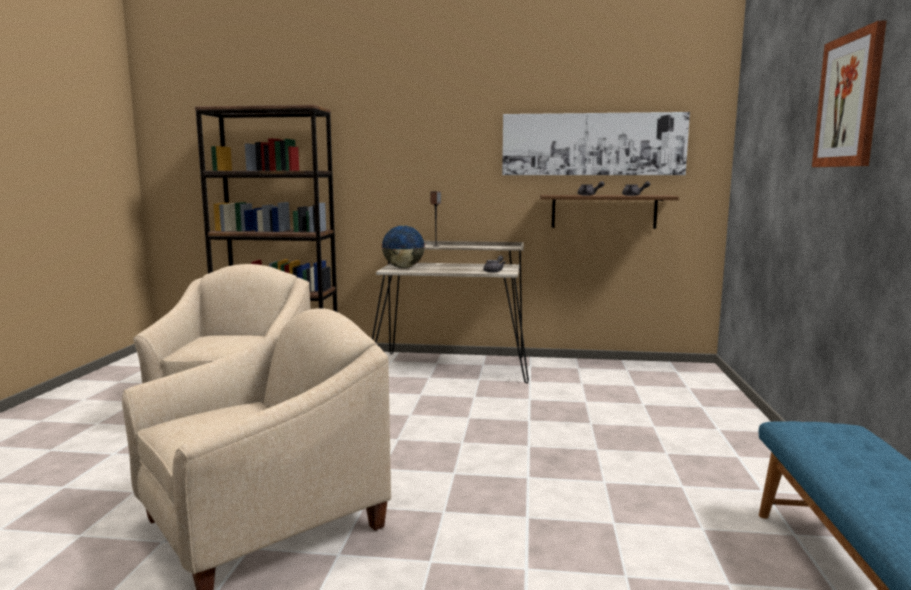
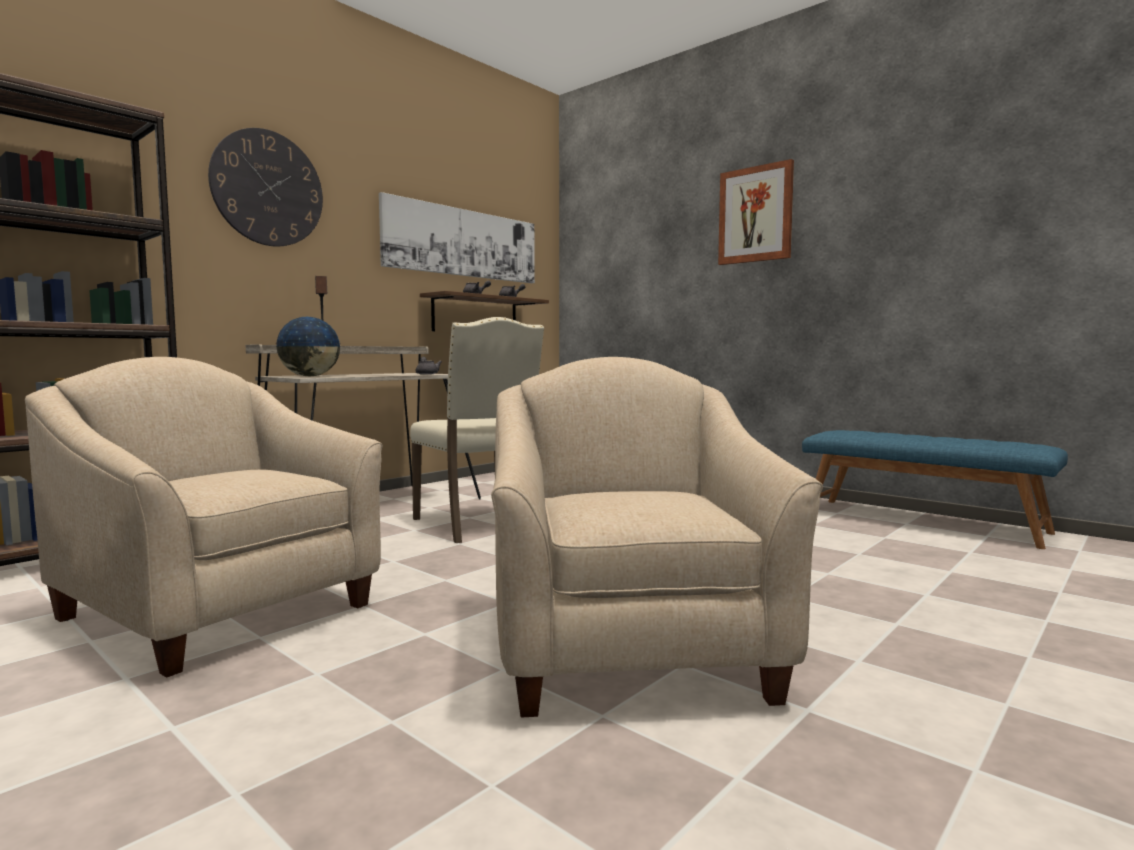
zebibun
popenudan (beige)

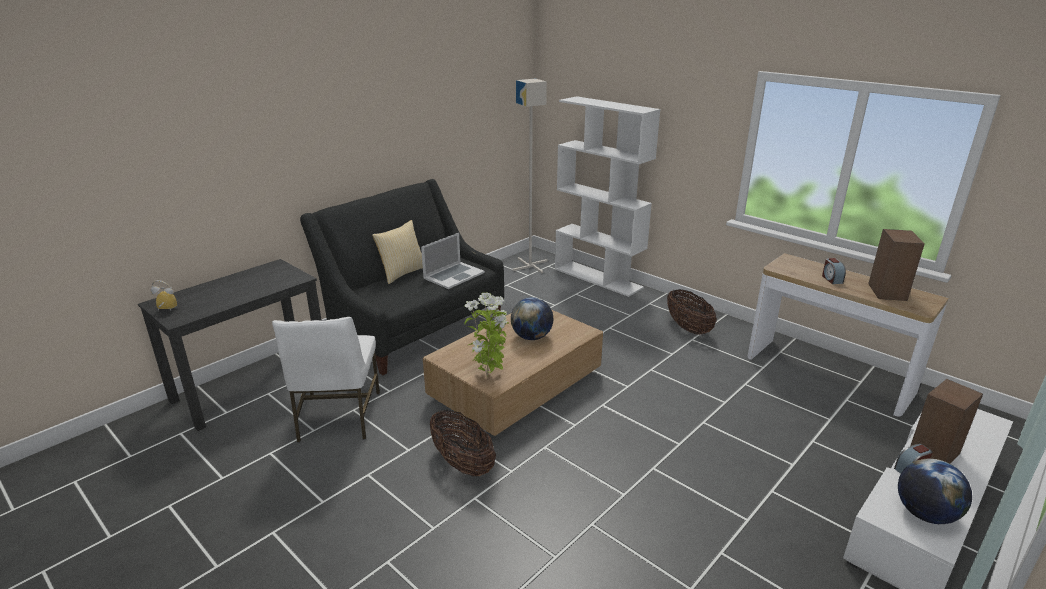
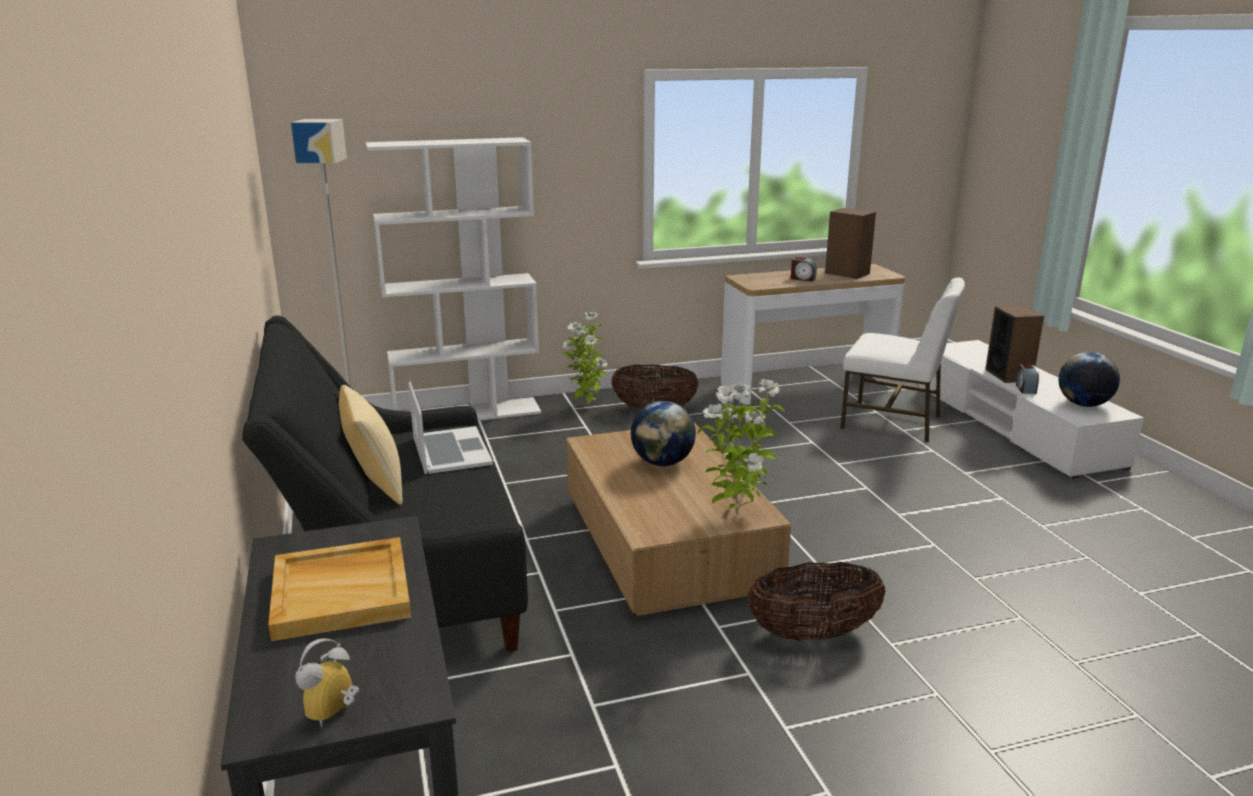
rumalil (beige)
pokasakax (1st from left)
popenudan (white)

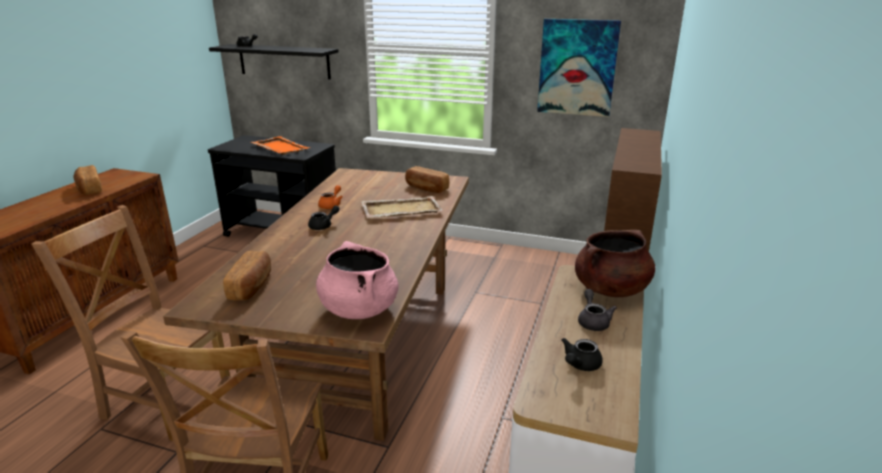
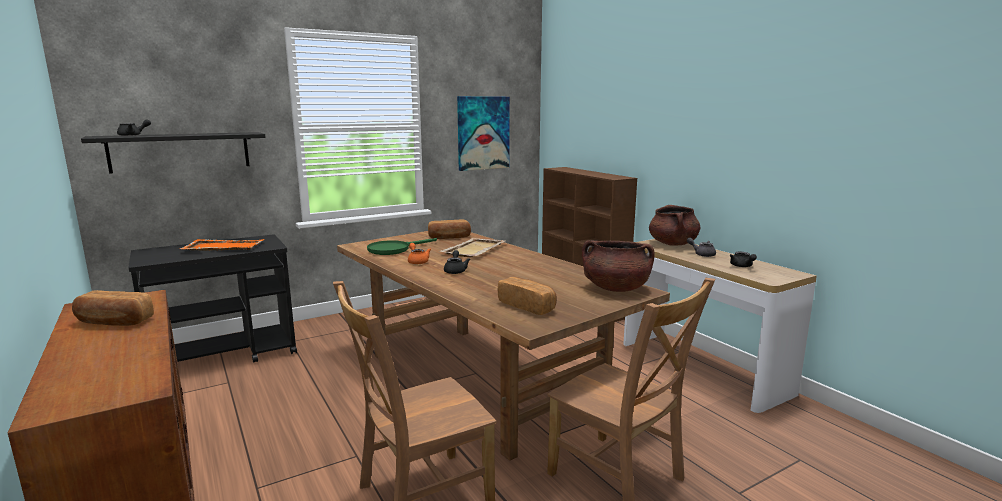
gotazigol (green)
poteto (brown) (1st from left)

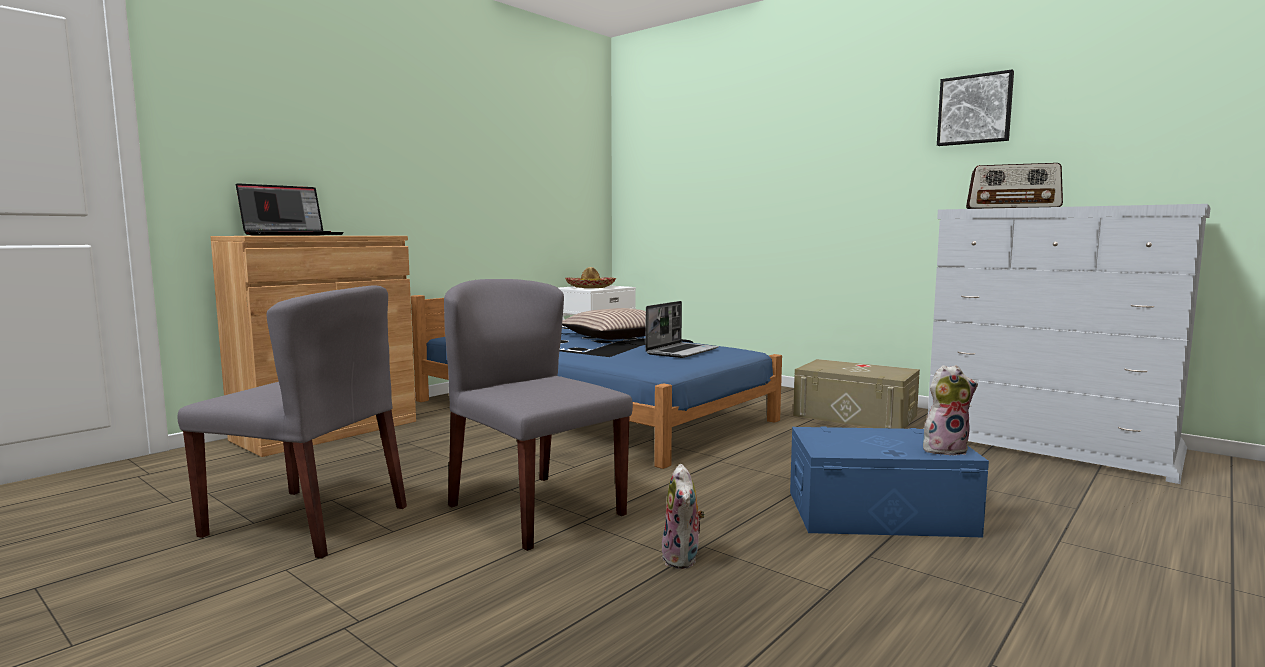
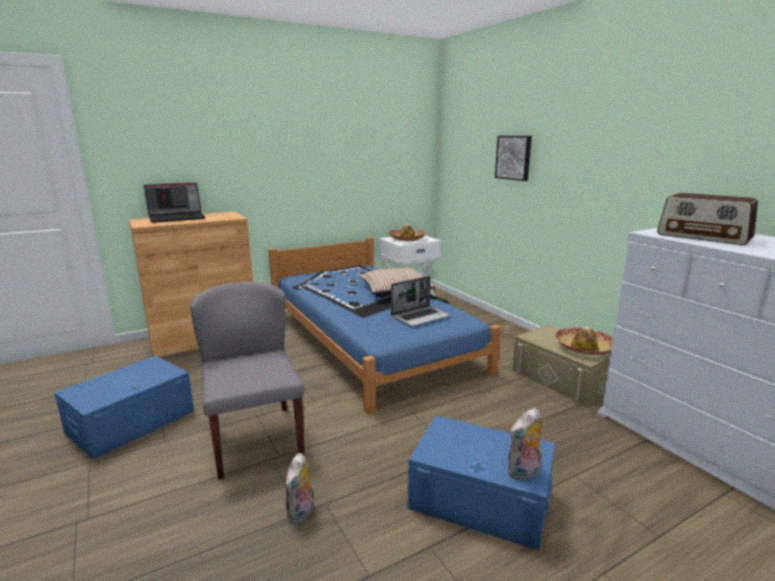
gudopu (2nd from left)
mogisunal
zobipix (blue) (1st from left)
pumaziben (2nd from left)

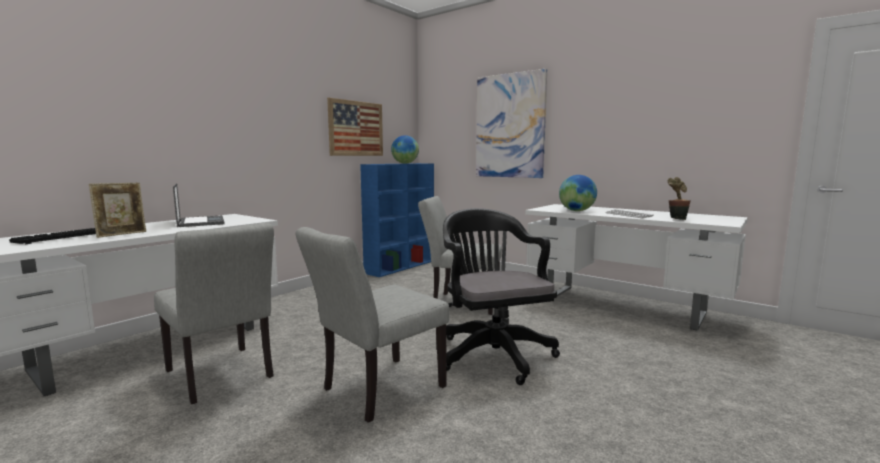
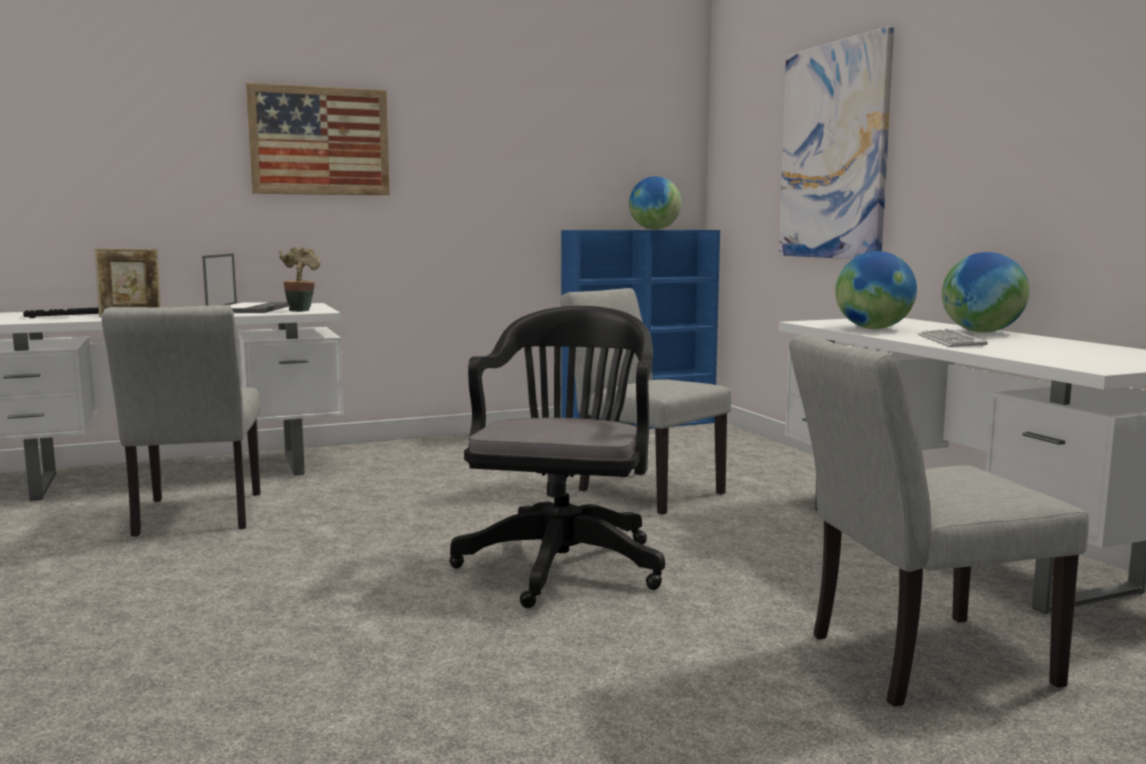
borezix (3rd from left)
popenudan (grey) (3rd from left)
mogisunal (1st from left)
pokasakax

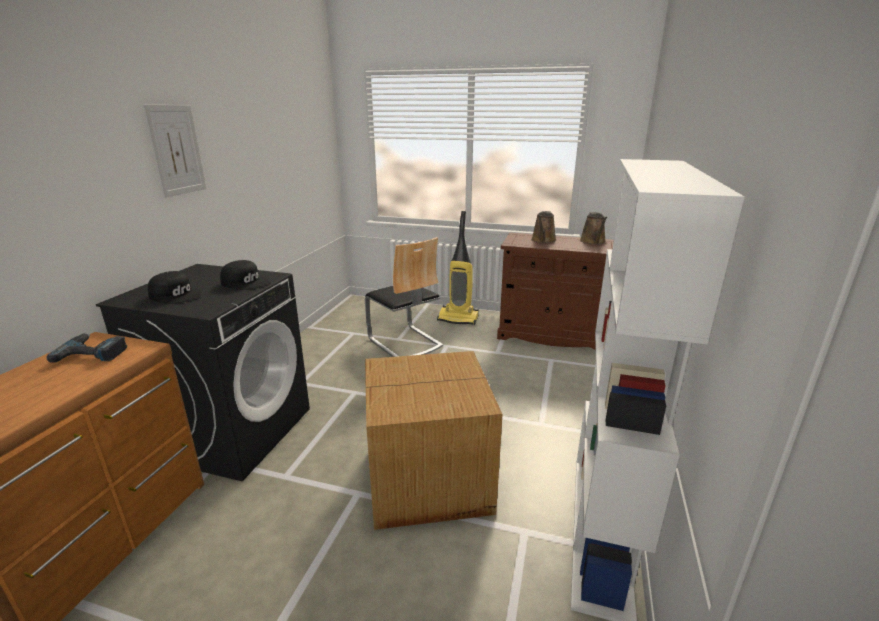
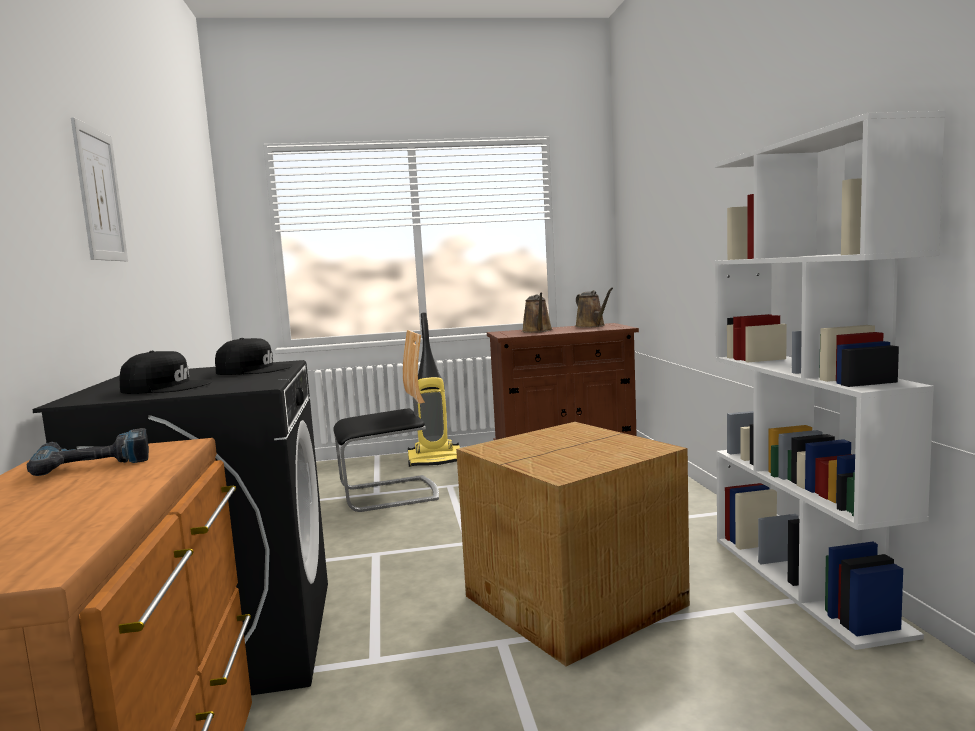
popenudan

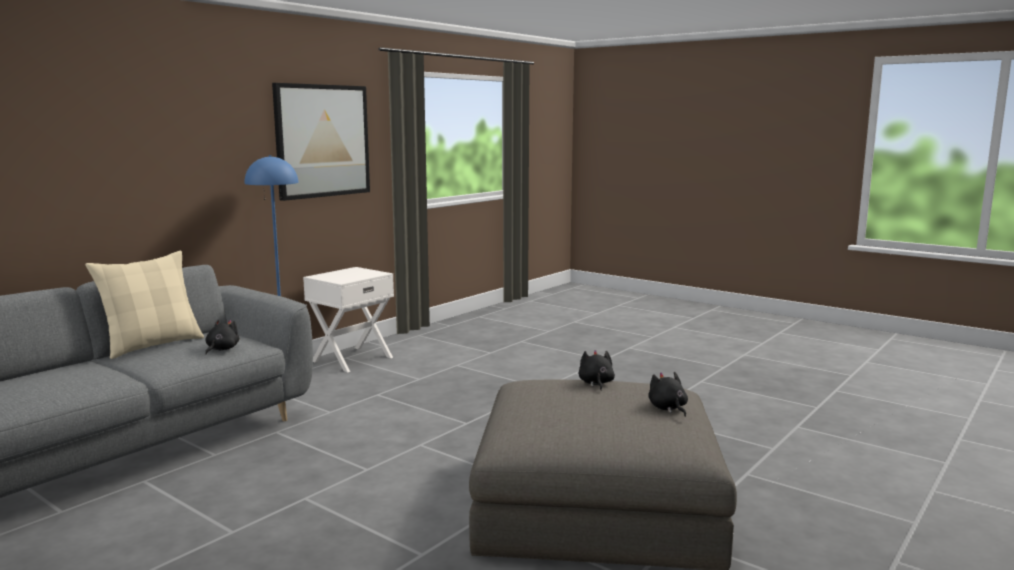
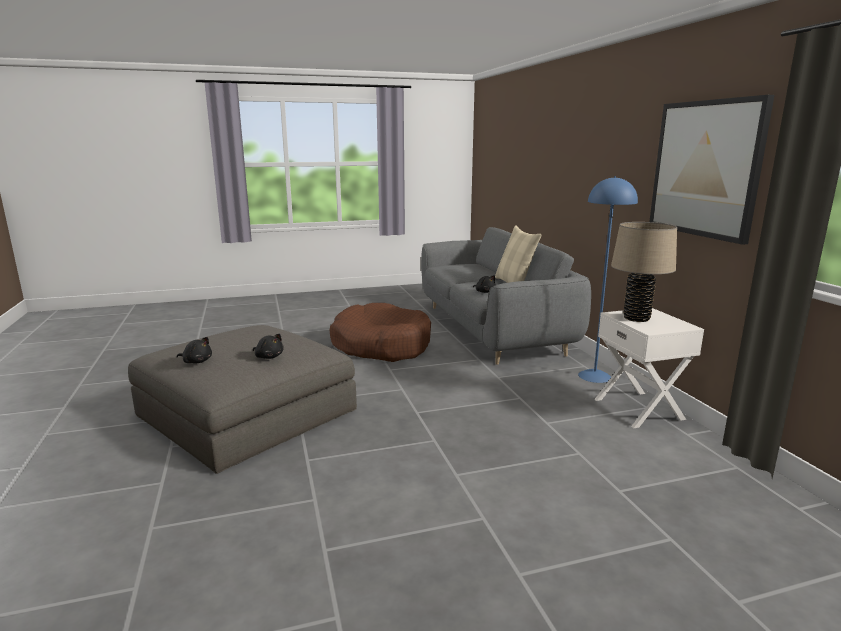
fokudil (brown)
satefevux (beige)

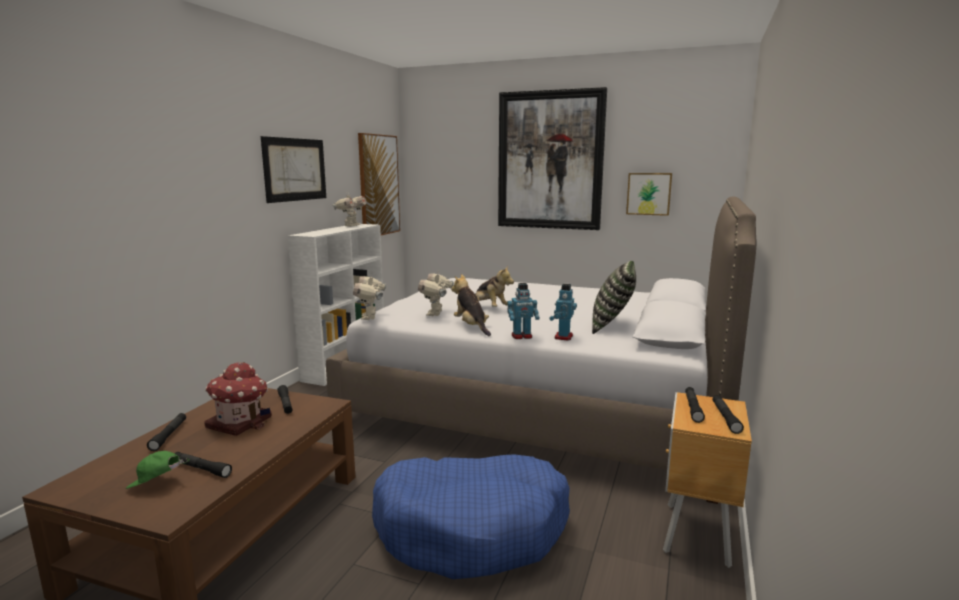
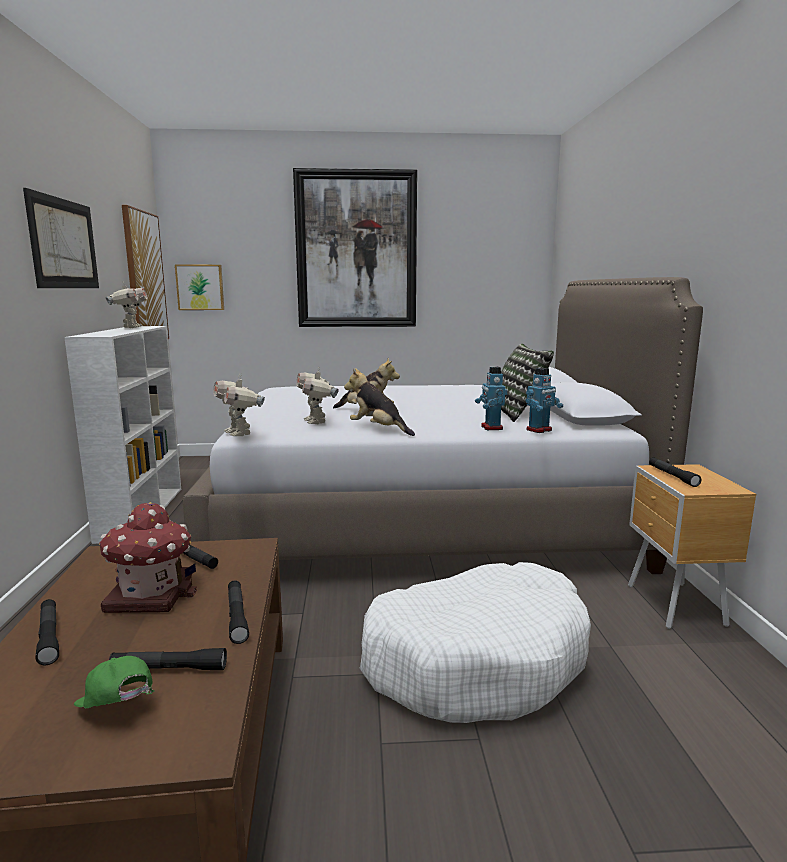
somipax (5th from left)
mogisunal (3rd from left)
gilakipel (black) (4th from left)
fokudil (white)
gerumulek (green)

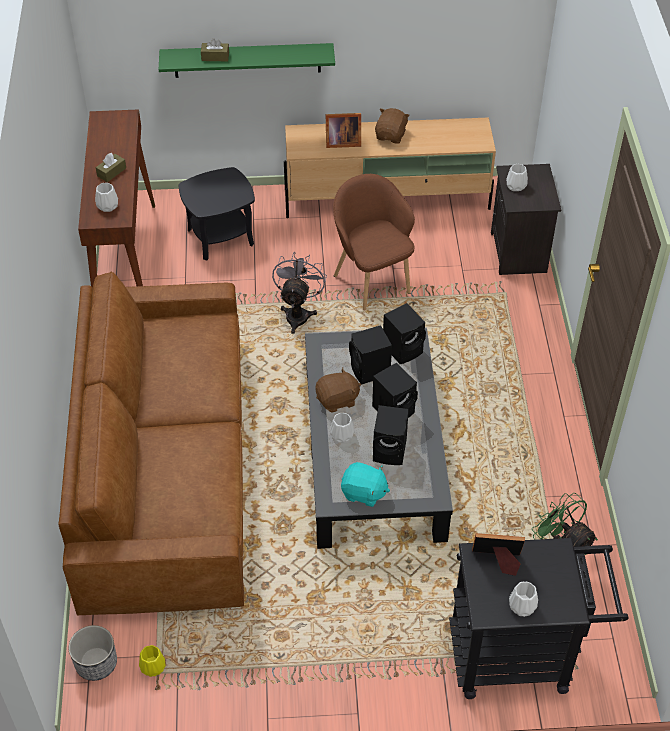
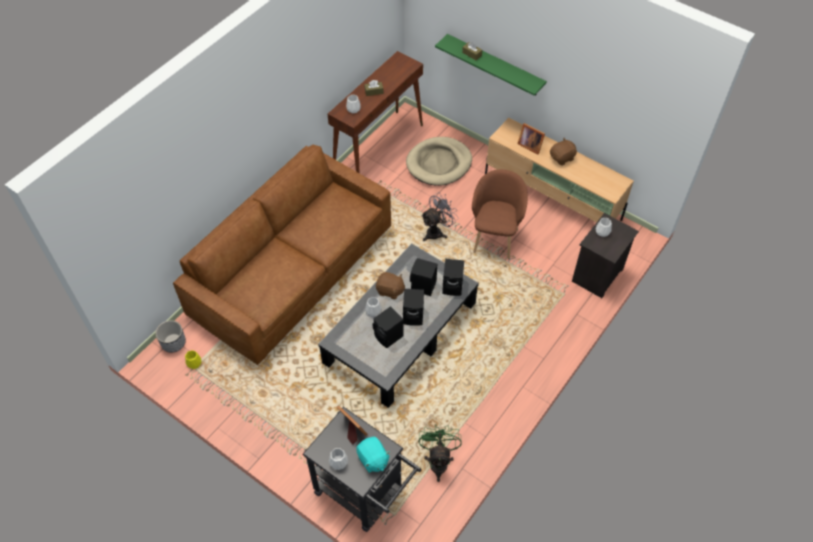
pumaziben (turquoise)
fokudil (beige)

